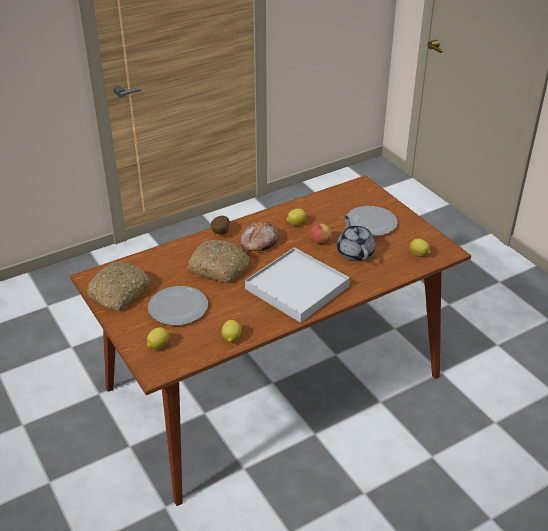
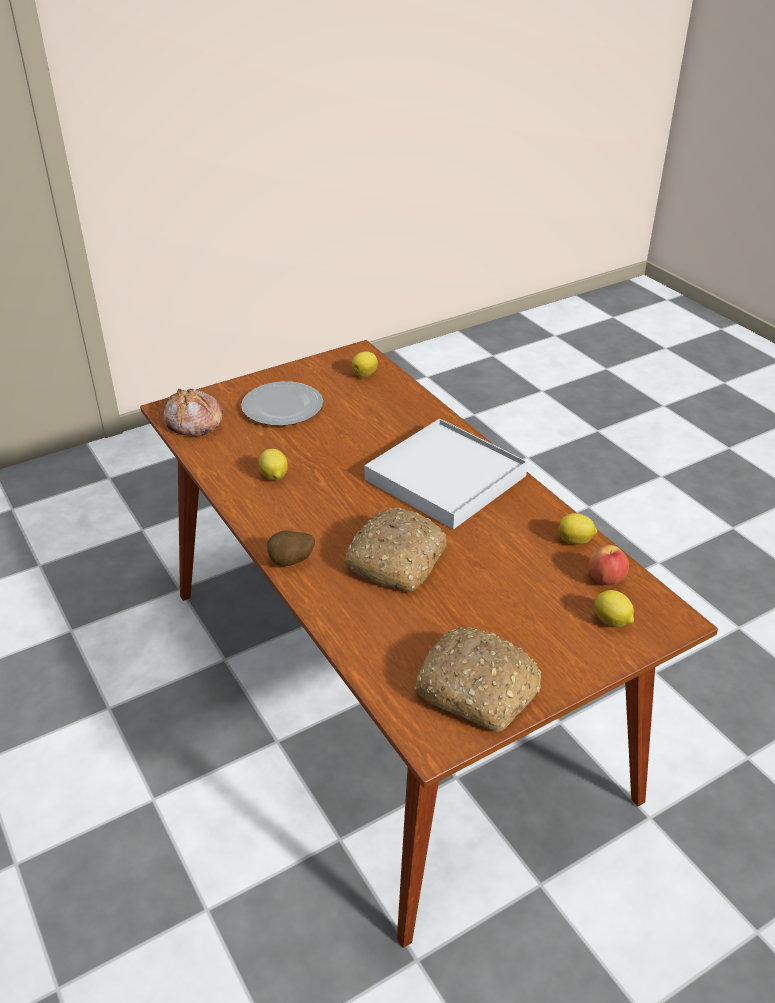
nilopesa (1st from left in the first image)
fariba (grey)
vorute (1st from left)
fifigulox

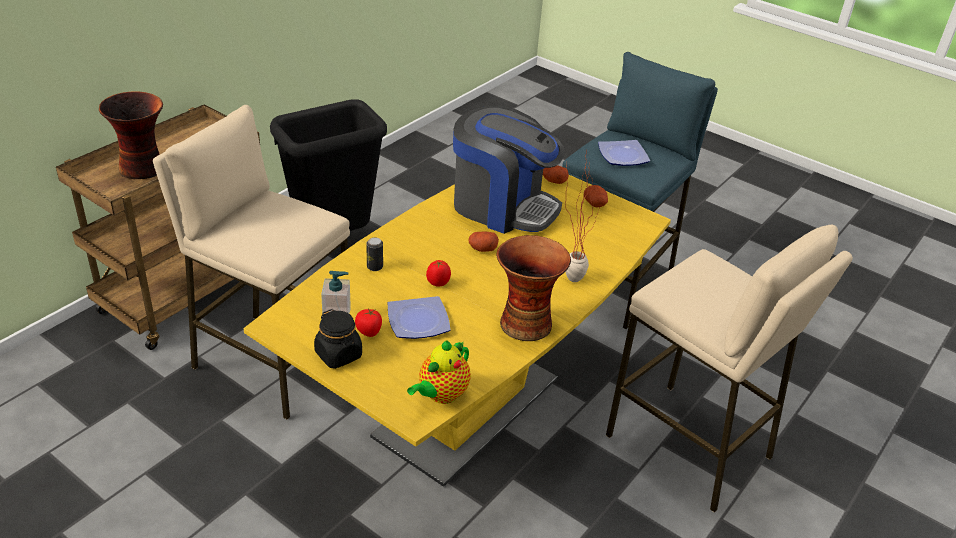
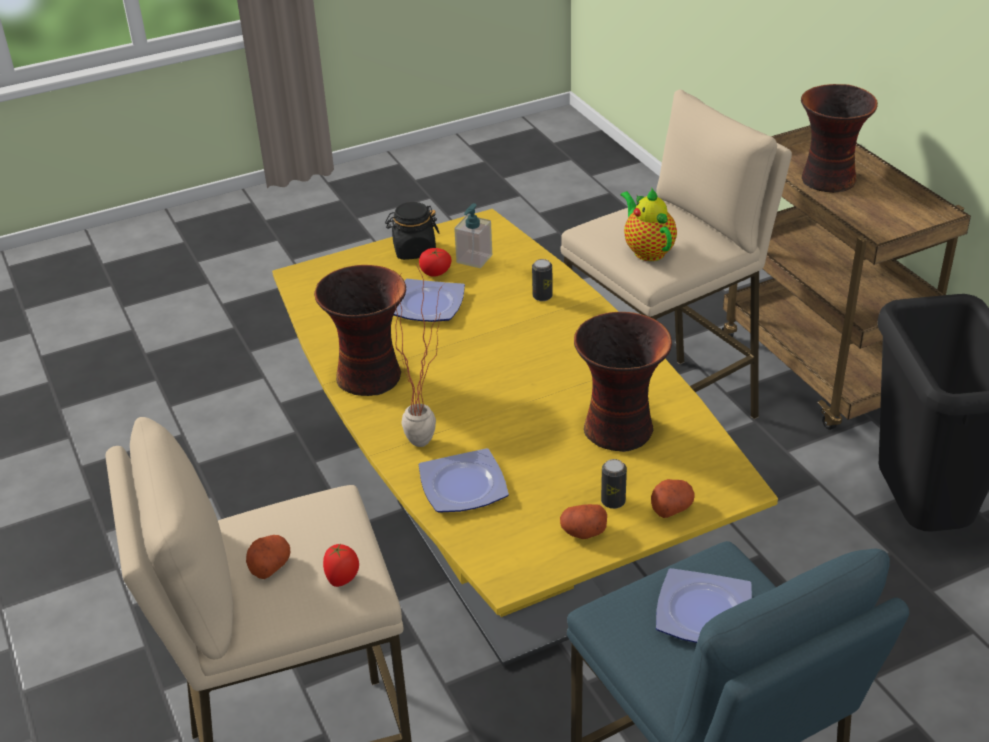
nilopesa (2nd from left)
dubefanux (2nd from left)
fariba
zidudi (1st from left)
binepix (1st from left)
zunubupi (2nd from left)

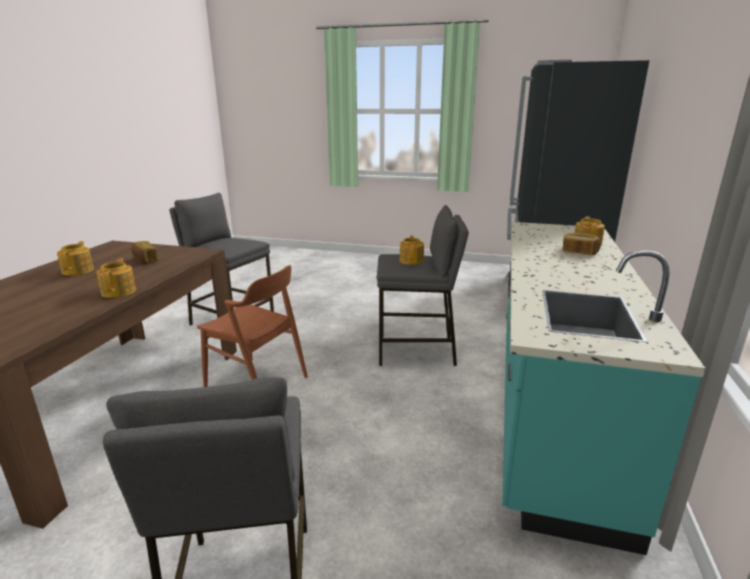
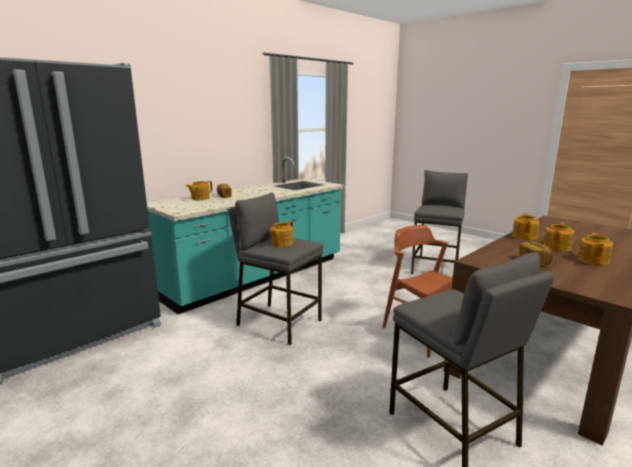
fariba (4th from left)

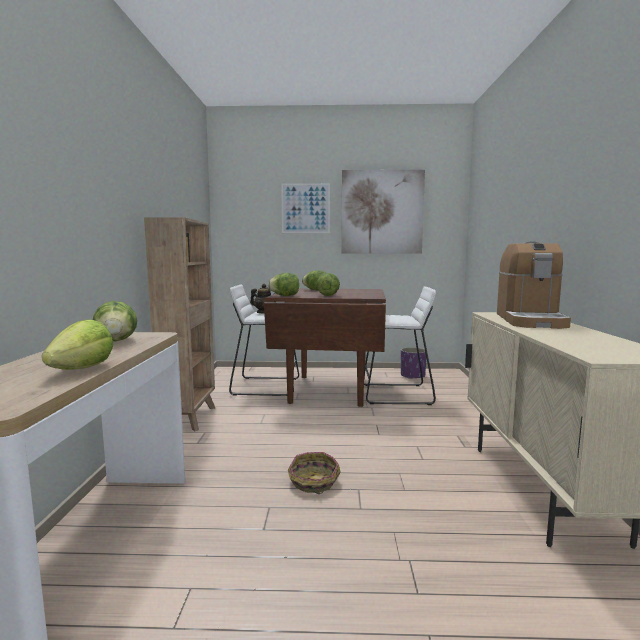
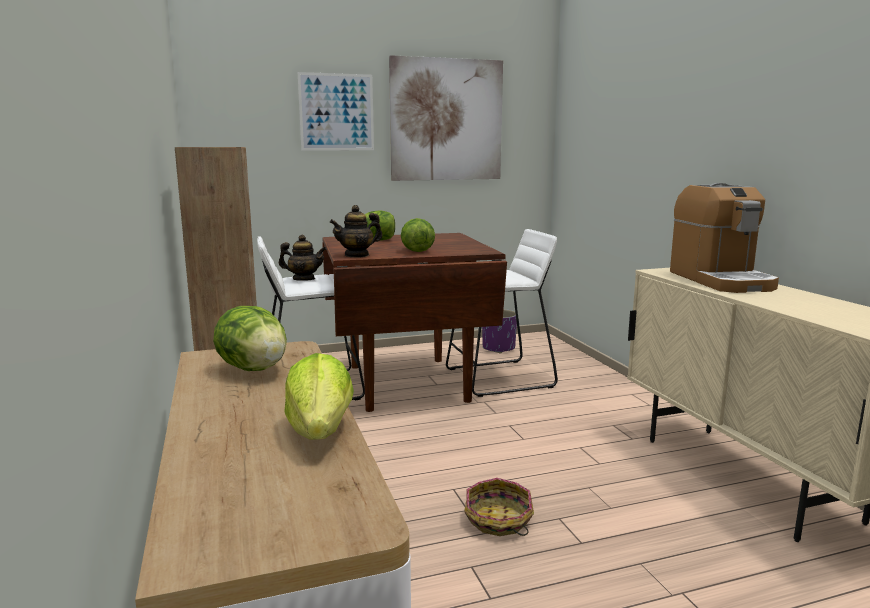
fariba (2nd from left)

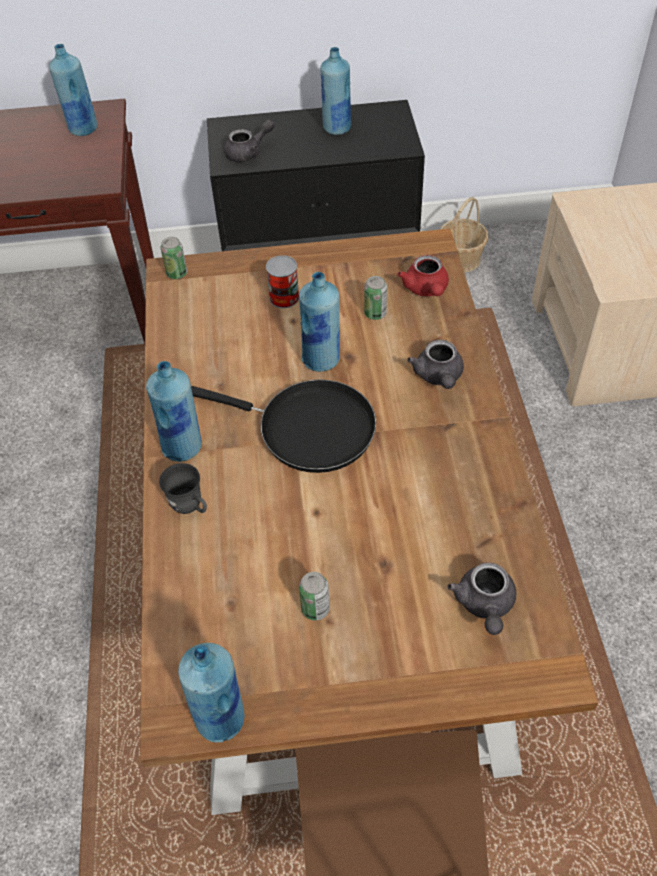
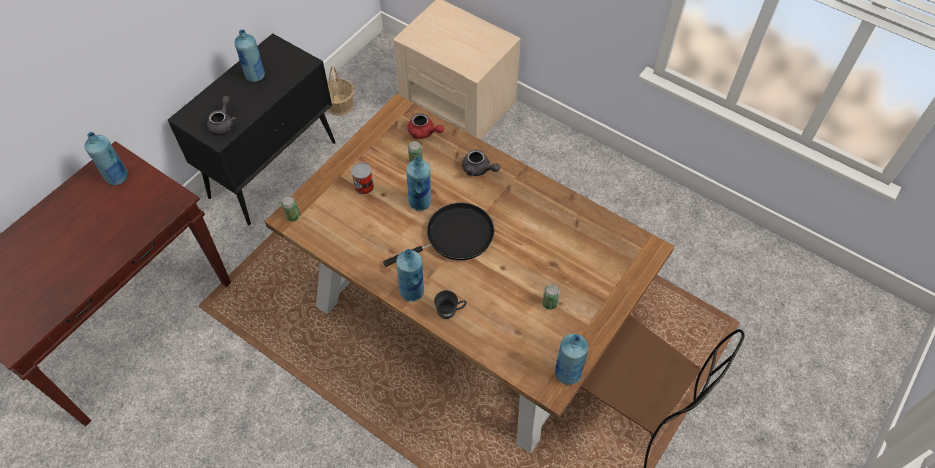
fariba (grey) (3rd from left in the first image)

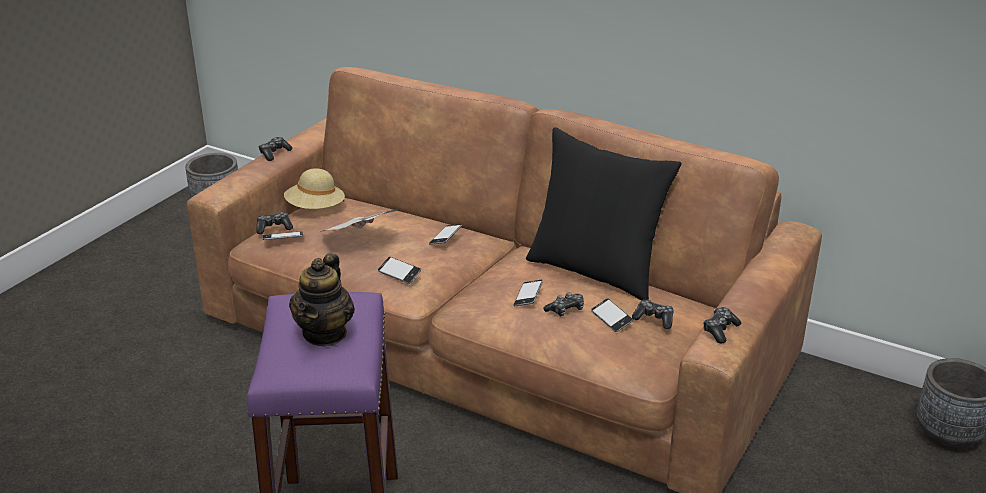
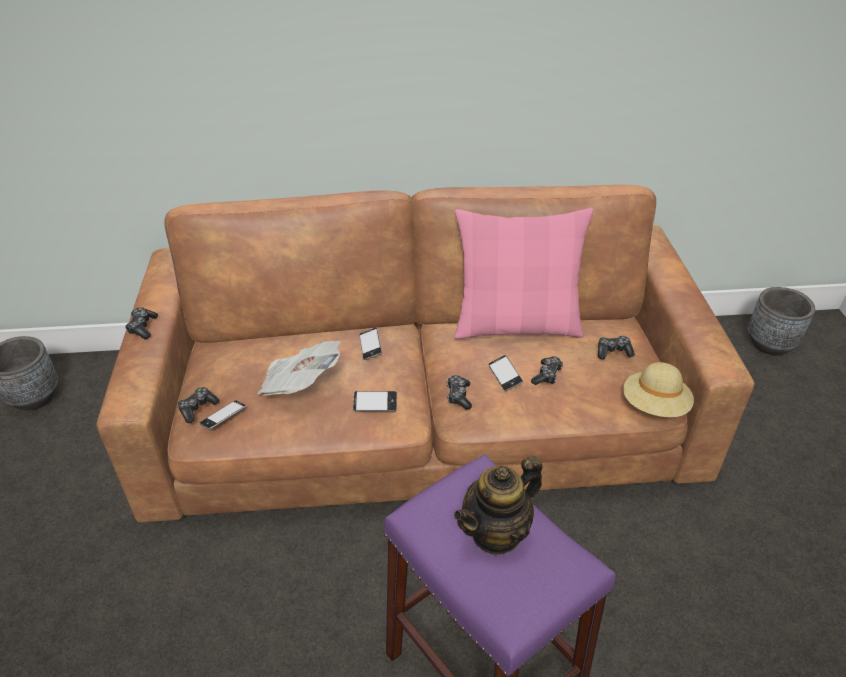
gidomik (5th from left in the first image)
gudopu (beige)
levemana (3rd from left)
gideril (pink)
fariba

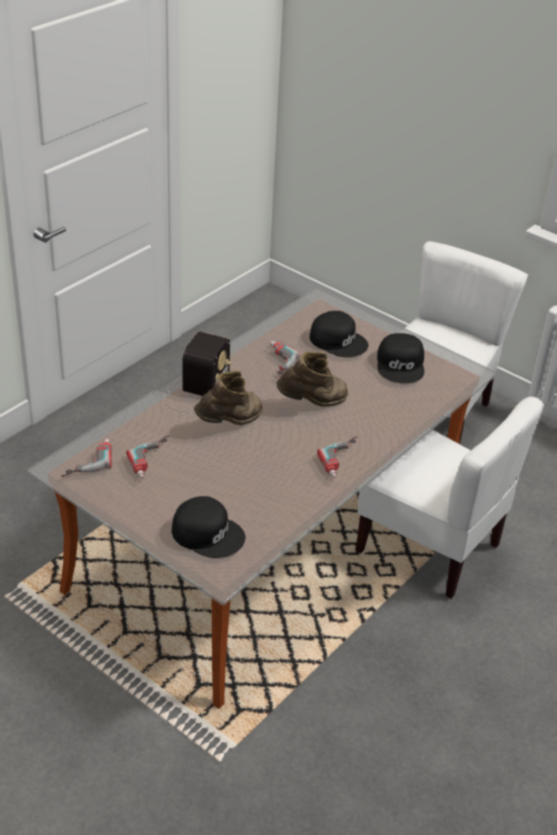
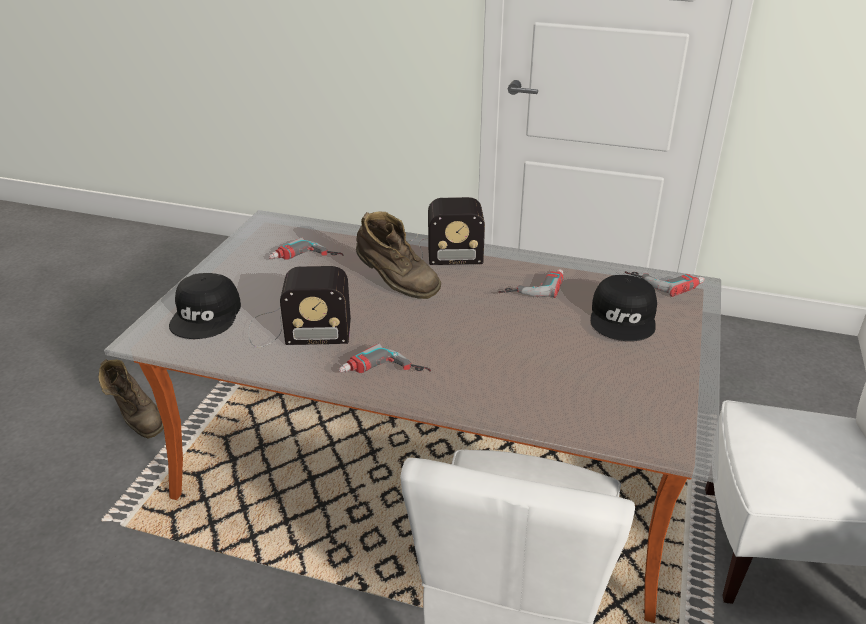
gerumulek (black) (3rd from left in the first image)
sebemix (1st from left)
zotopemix (4th from left)
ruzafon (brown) (1st from left)

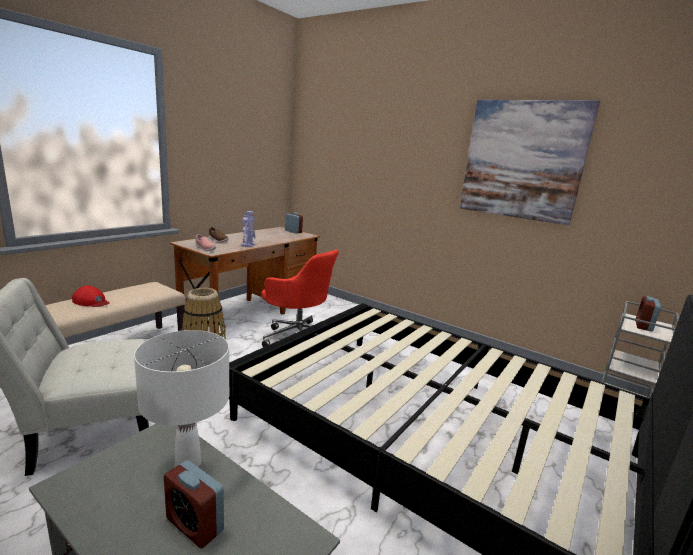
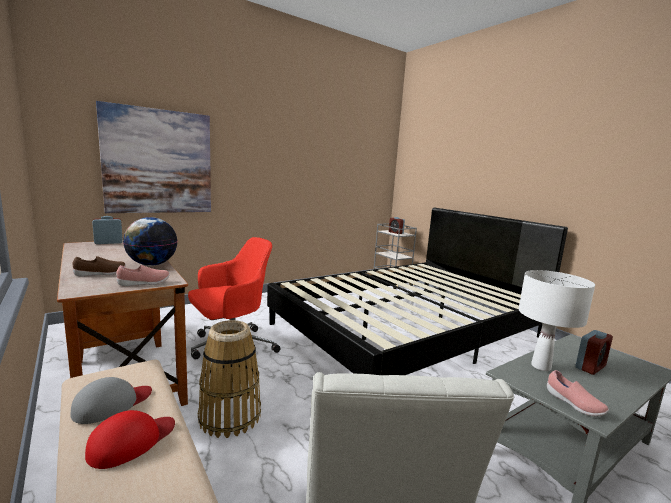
gerumulek (grey)
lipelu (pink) (2nd from left)
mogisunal
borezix

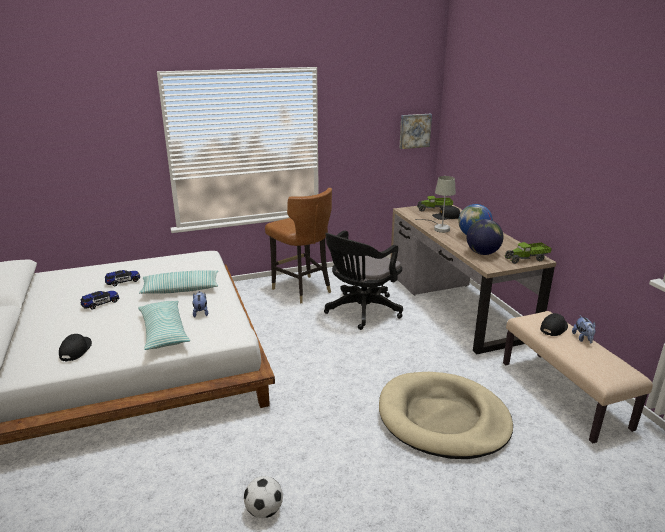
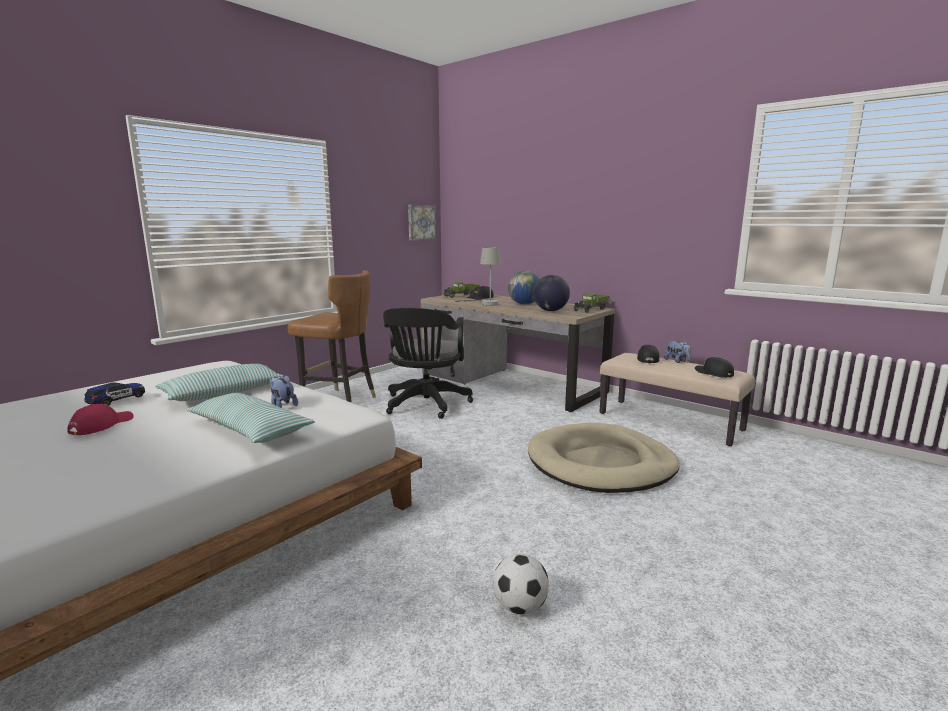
gerumulek (black) (3rd from left)
gerumulek (red)

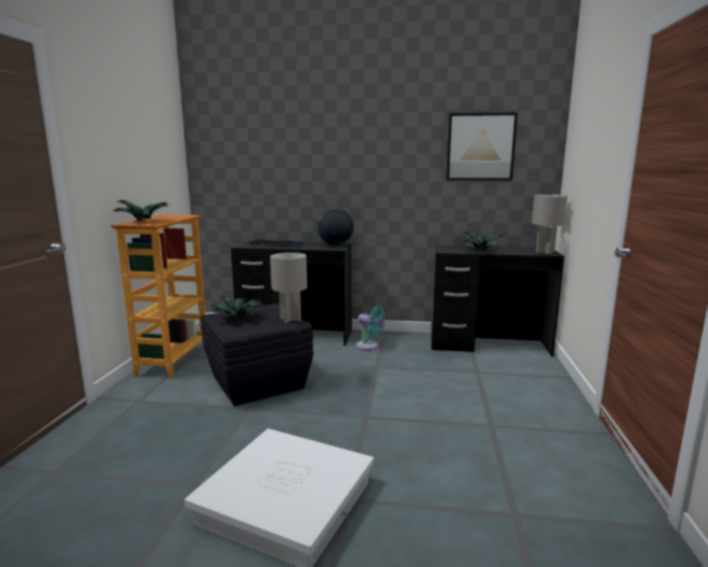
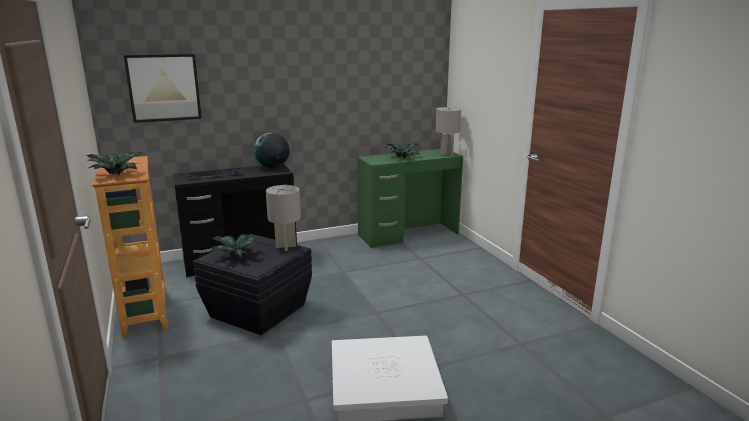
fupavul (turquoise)
mogisunal
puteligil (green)

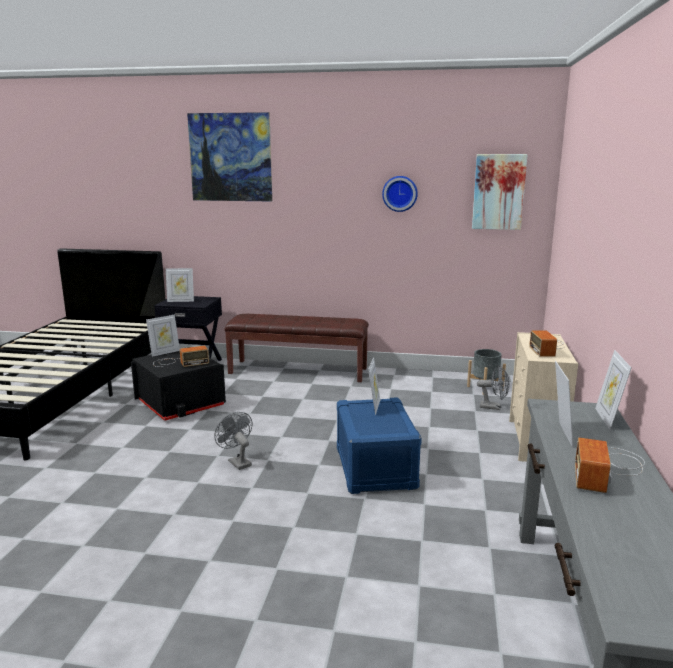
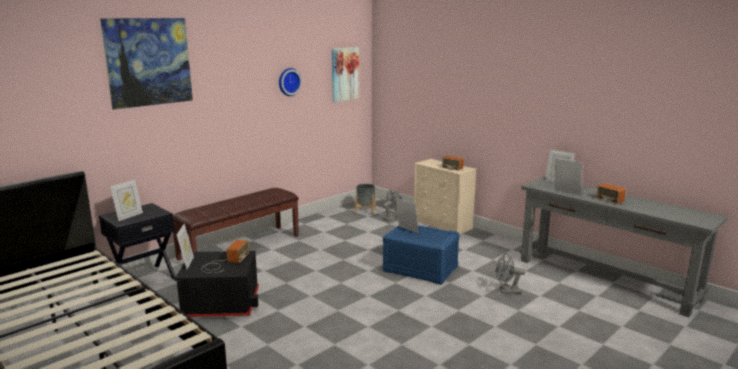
fupavul (grey) (2nd from left)

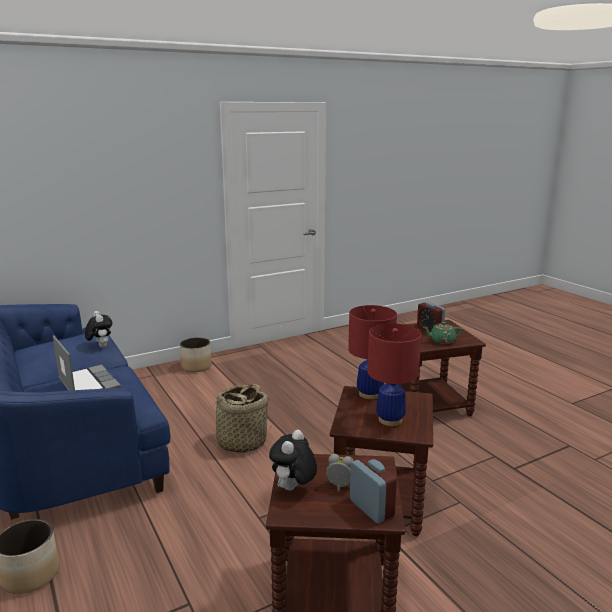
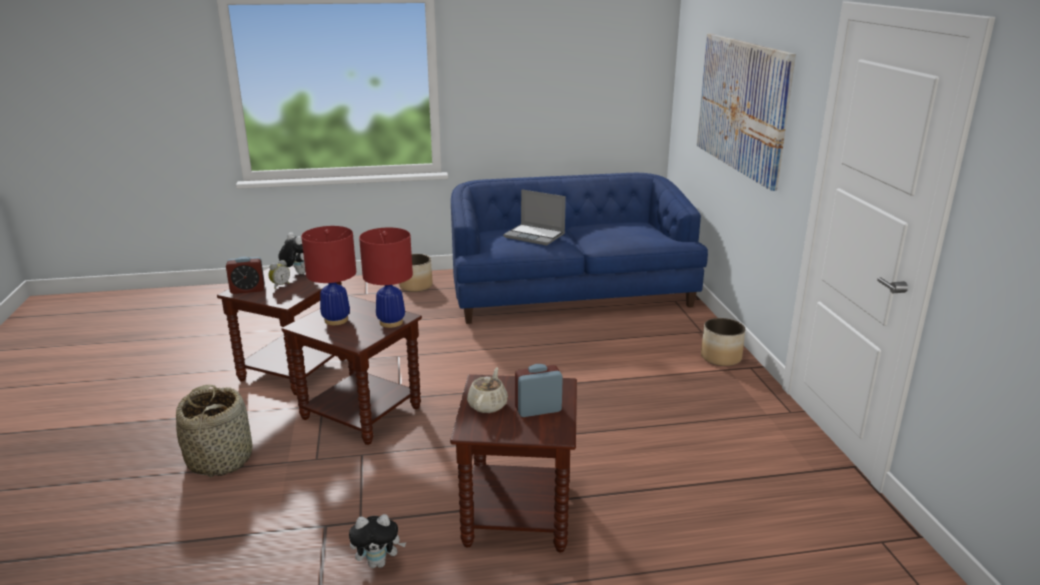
mogisunal
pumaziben (2nd from left)
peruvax
fariba (beige)
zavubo

